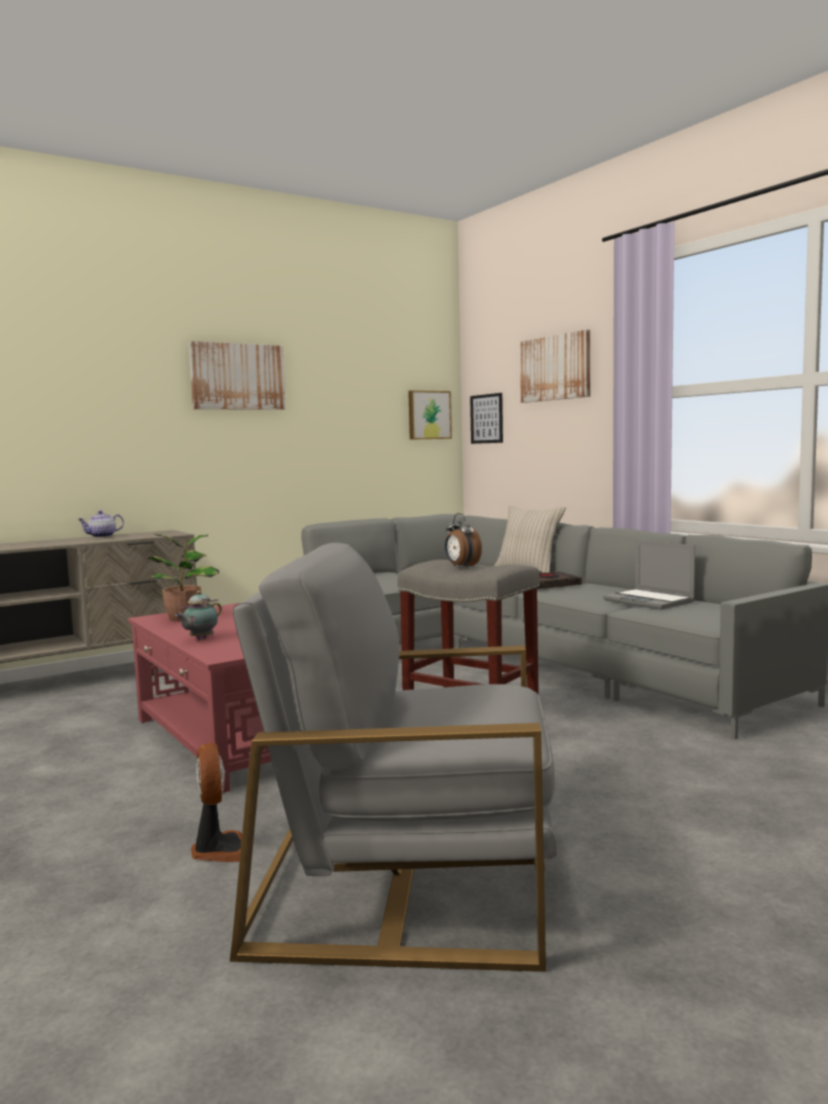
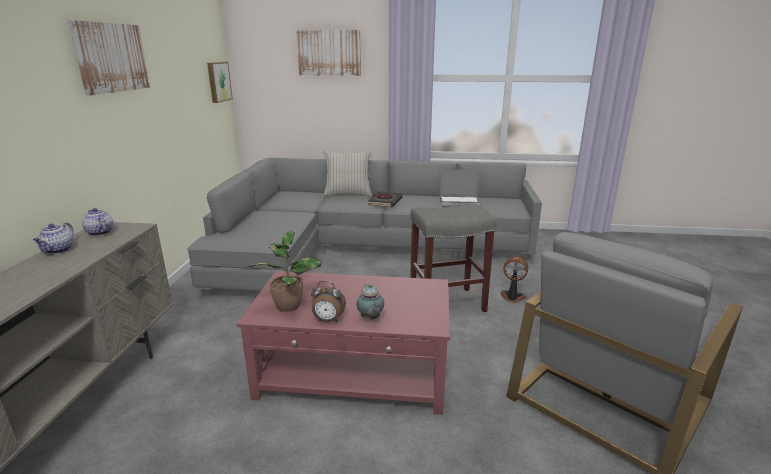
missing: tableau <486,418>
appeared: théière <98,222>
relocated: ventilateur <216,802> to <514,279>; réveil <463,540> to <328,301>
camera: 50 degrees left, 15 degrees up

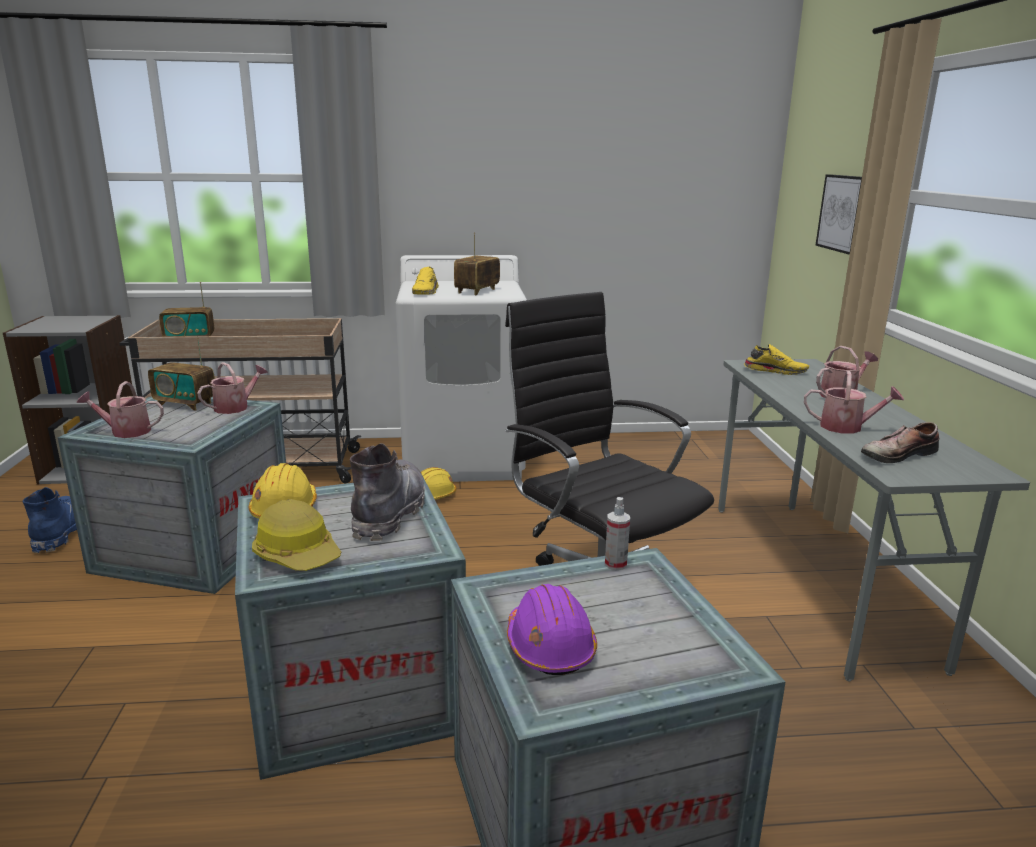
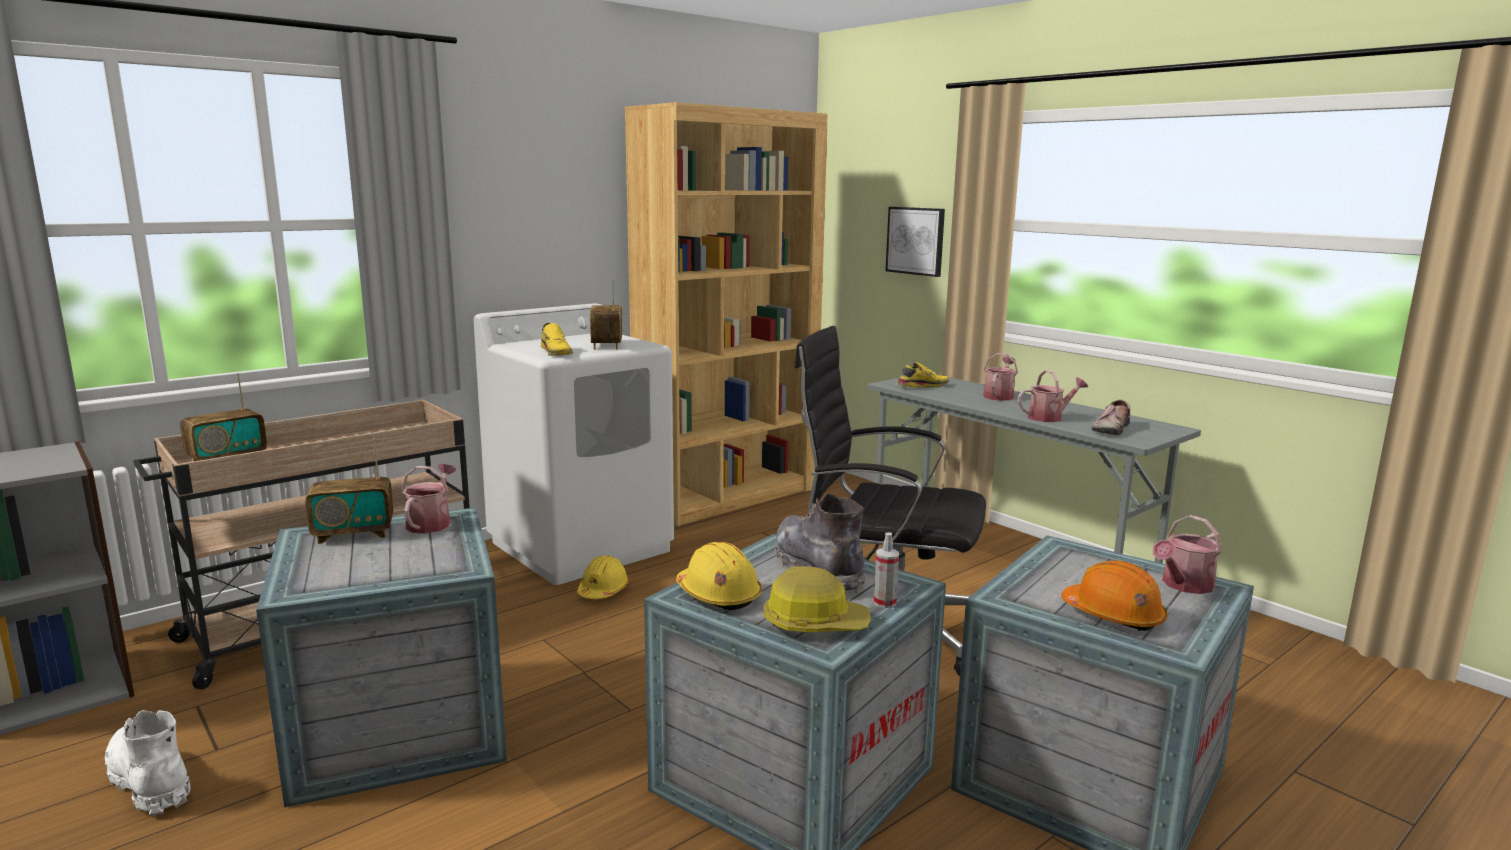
appeared: bibliothèque [marron] <726,314>
relocated: arrosoir <120,409> to <1187,554>; vaporisateur <617,533> to <886,570>
colour: botte [bleu] <50,520> to botte [blanc] <148,763>; casque de chantier [violet] <552,629> to casque de chantier [orange] <1114,595>
camera: 35 degrees left, 5 degrees down

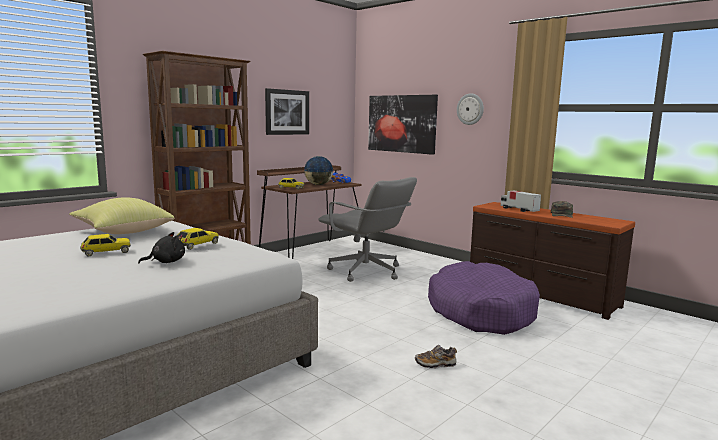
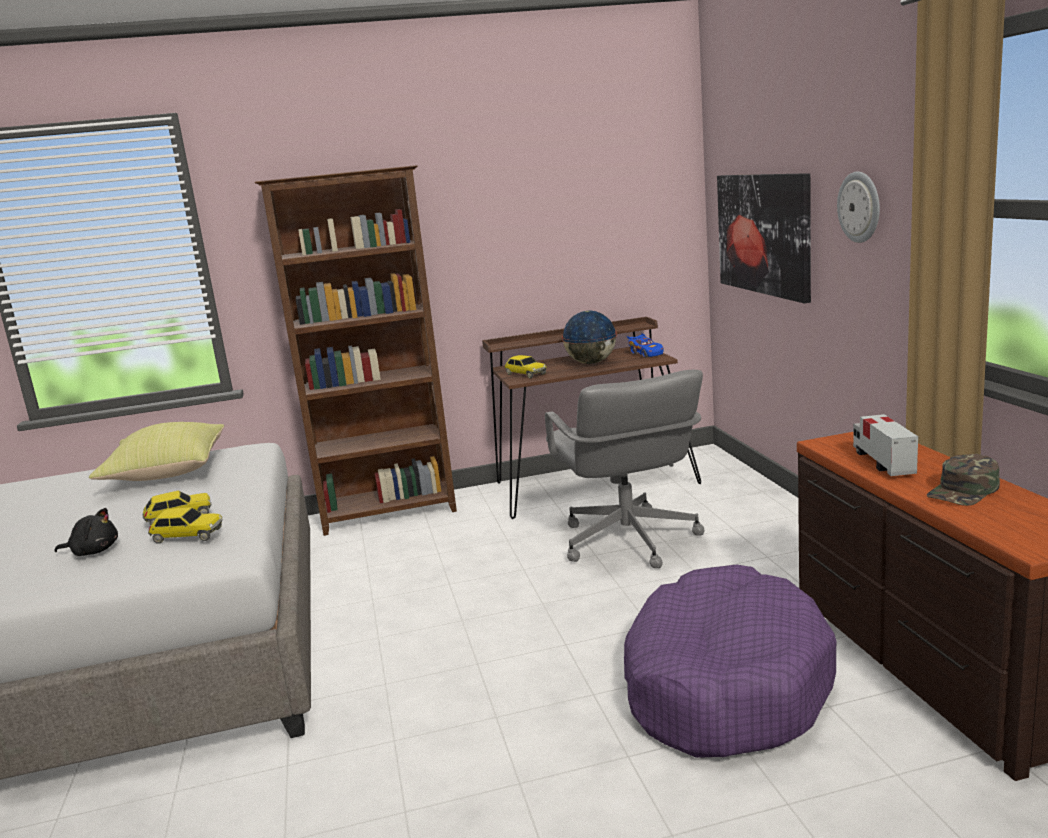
missing: tableau <287,111>; chaussure <436,357>
relocated: petite voiture <105,245> to <185,525>
camera: 35 degrees right, 5 degrees up

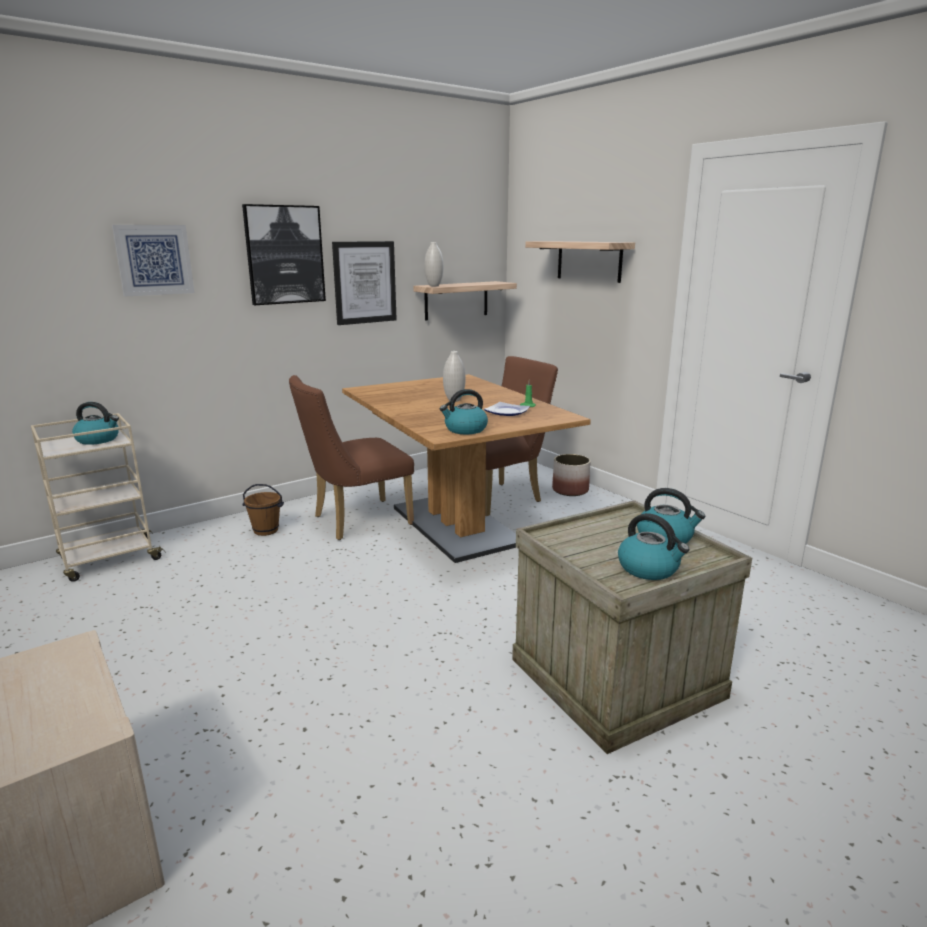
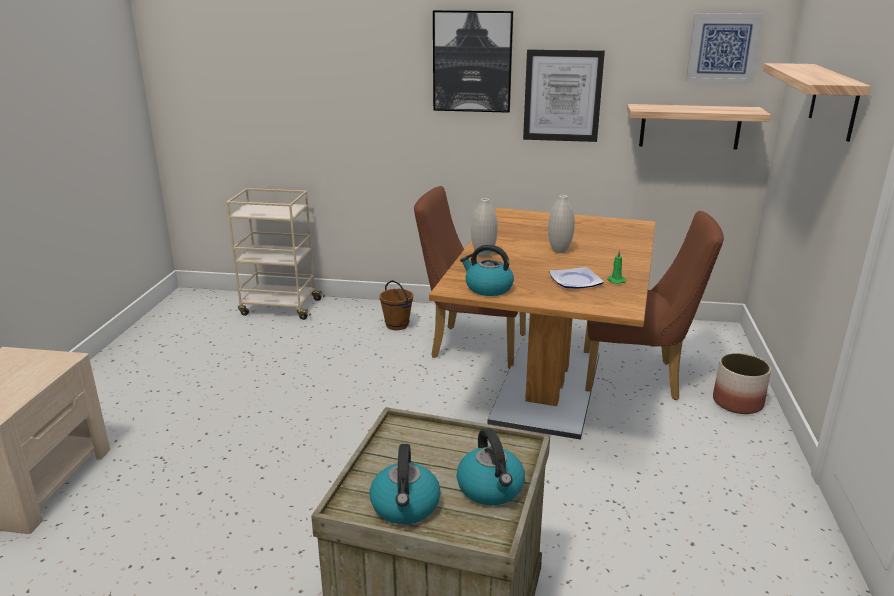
missing: bouilloire <95,423>
relocated: tableau <153,260> to <725,48>; vase [blanc] <433,264> to <484,227>
camera: 45 degrees right, 5 degrees up

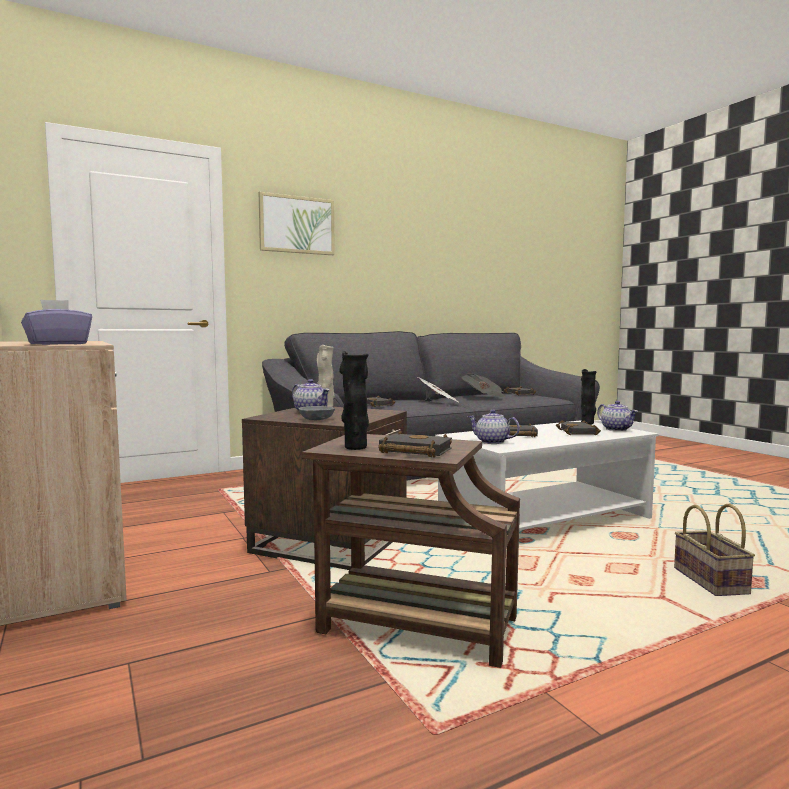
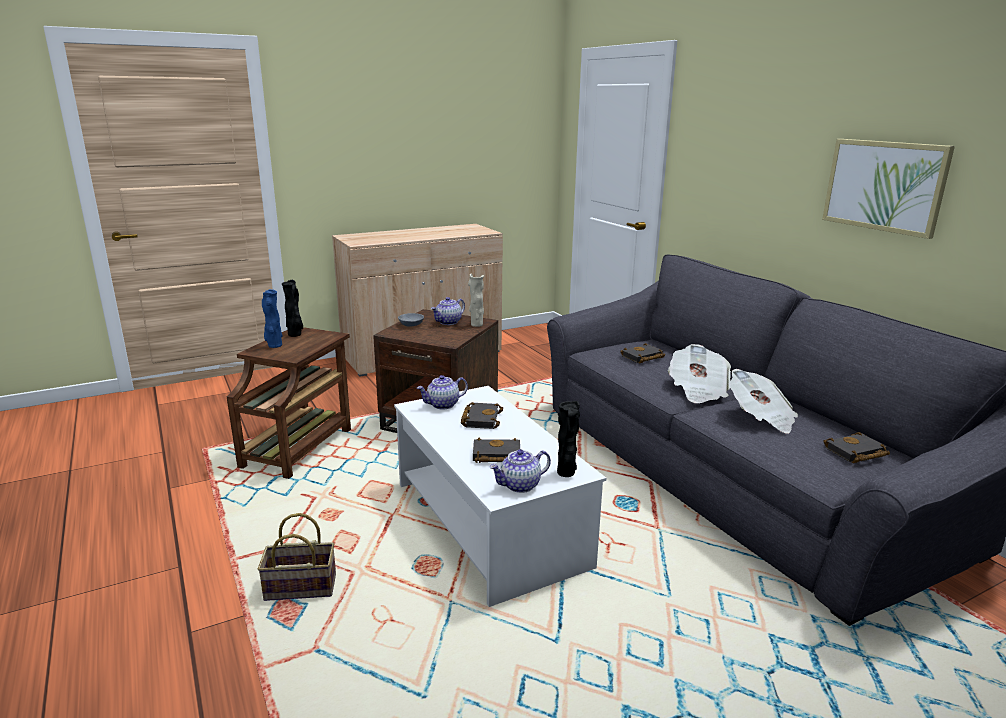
missing: boîte à mouchoirs [violet] <56,322>
relocated: tableau <297,223> to <888,189>
exchanged: livre [noir] <415,444> to vase [bleu] <272,318>
spun: théière <494,427> = <442,392> 150 degrees counterclockwise
camera: 90 degrees right, 15 degrees up

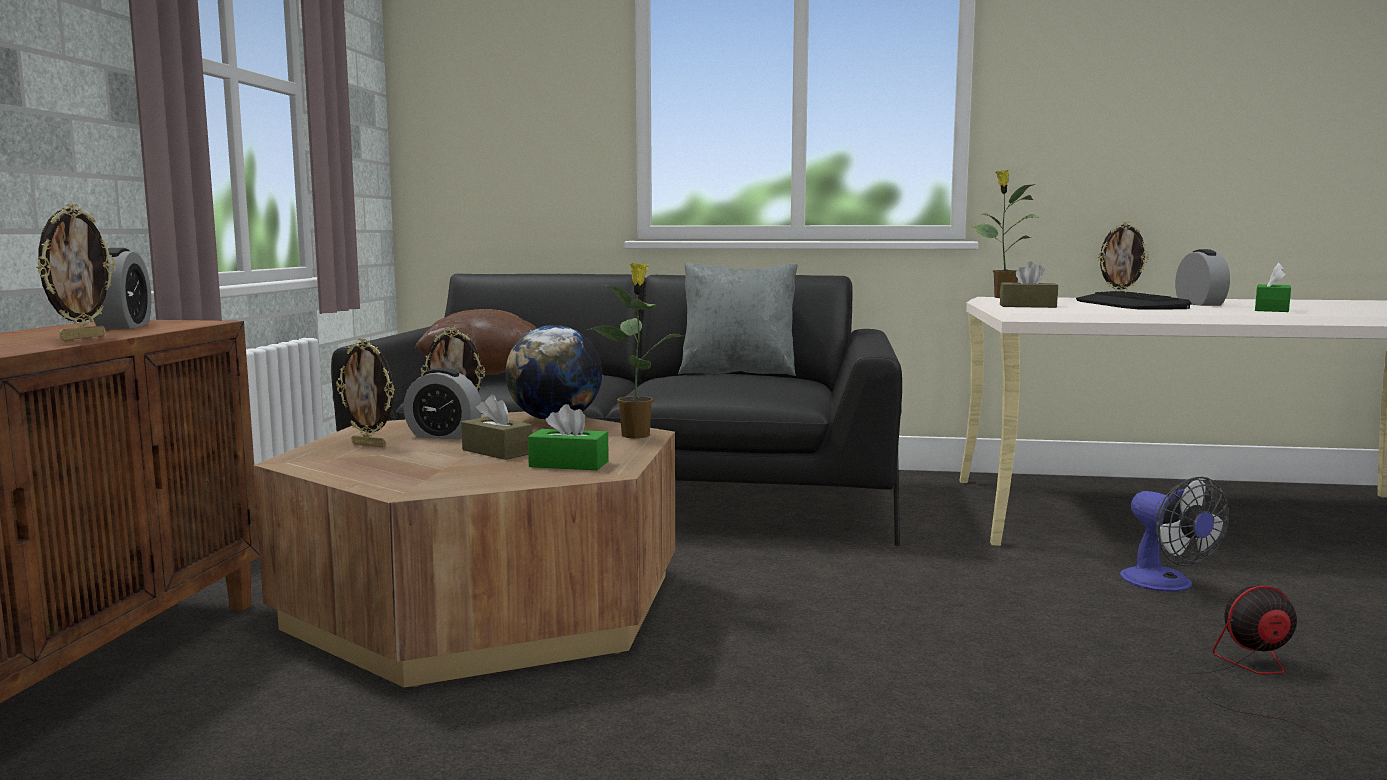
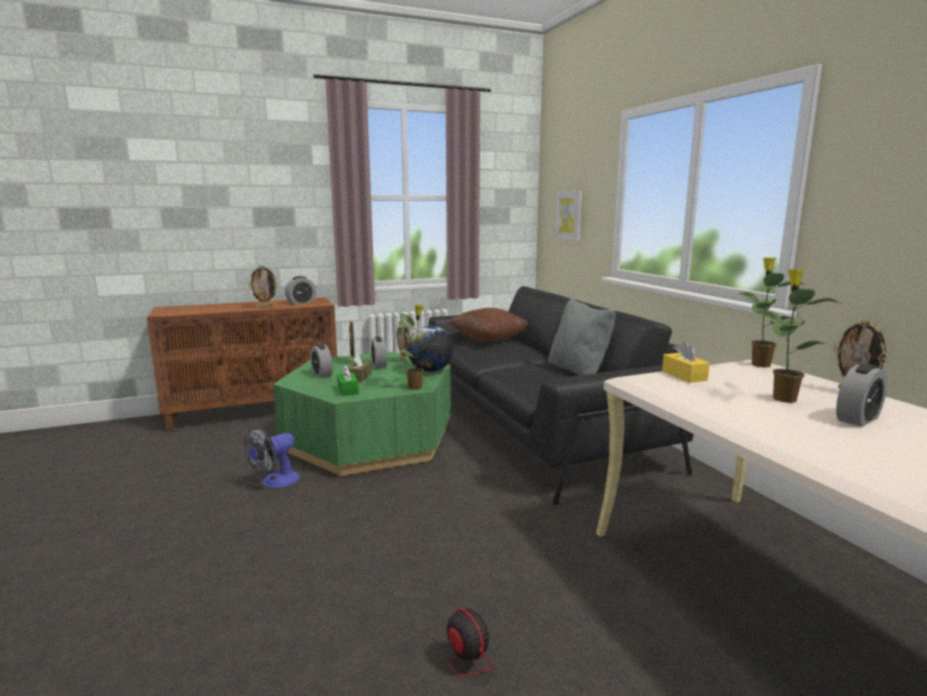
missing: boîte à mouchoirs [vert] <1273,287>
appeared: réveil <321,361>; tableau <568,216>
relocated: ventilateur <1174,534> to <272,458>
exchanged: clavier <1134,300> to plante en pot <798,336>
colour: table basse [marron] <464,549> to table basse [vert] <362,414>; boîte à mouchoirs [marron] <1029,284> to boîte à mouchoirs [jaune] <686,362>
camera: 60 degrees right, 5 degrees up

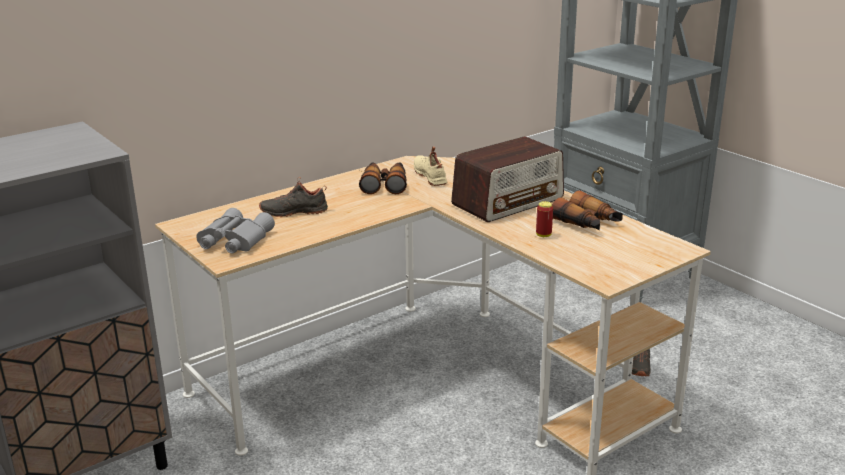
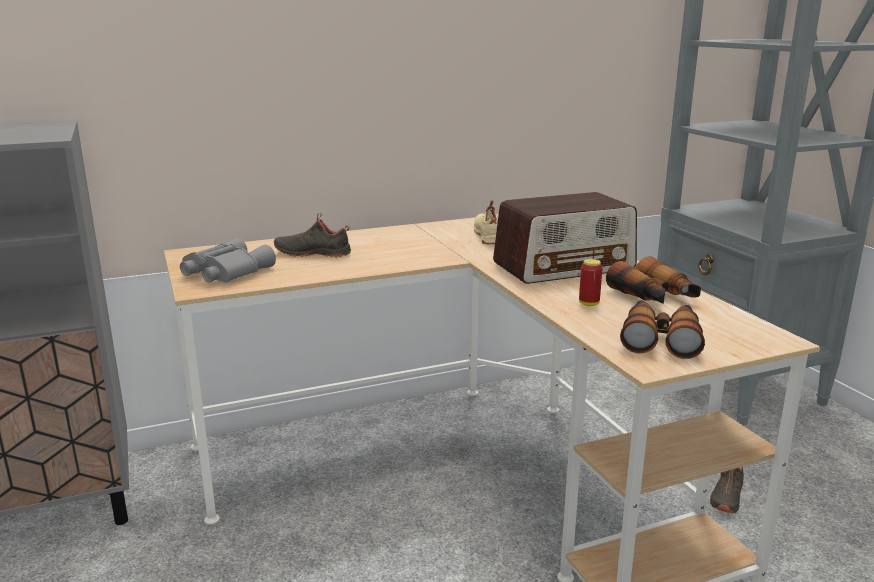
relocated: jumelles <383,178> to <662,329>
camera: 15 degrees right, 5 degrees down

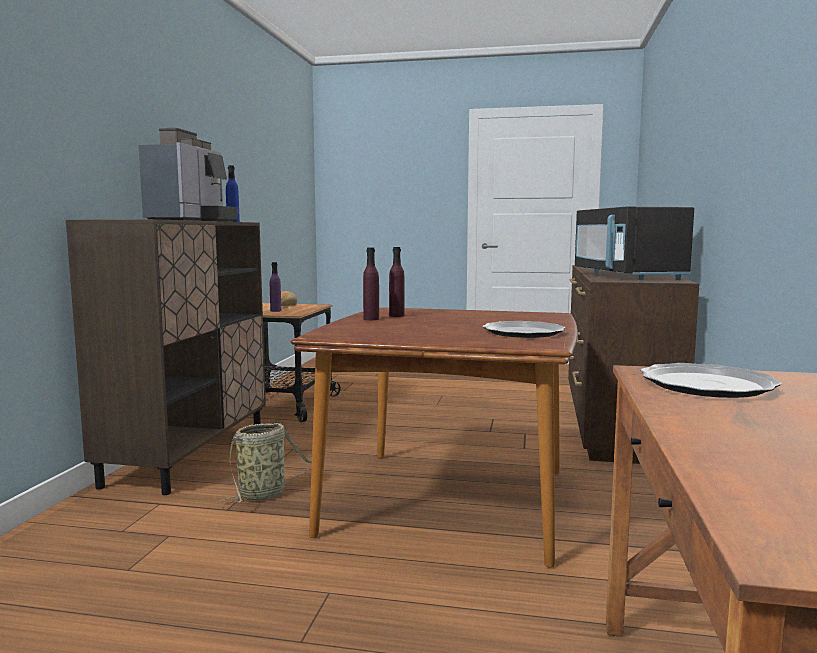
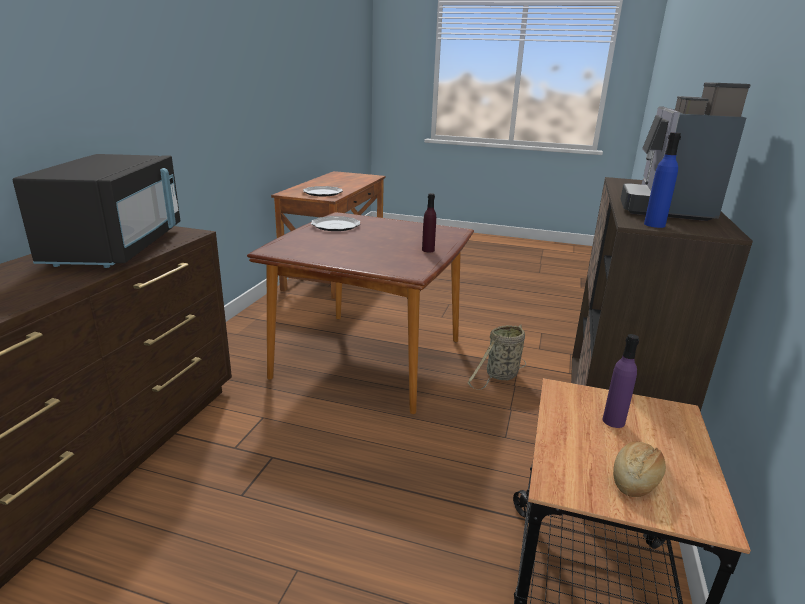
missing: bouteille [violet] <397,282>
camera: 175 degrees left, 15 degrees up

